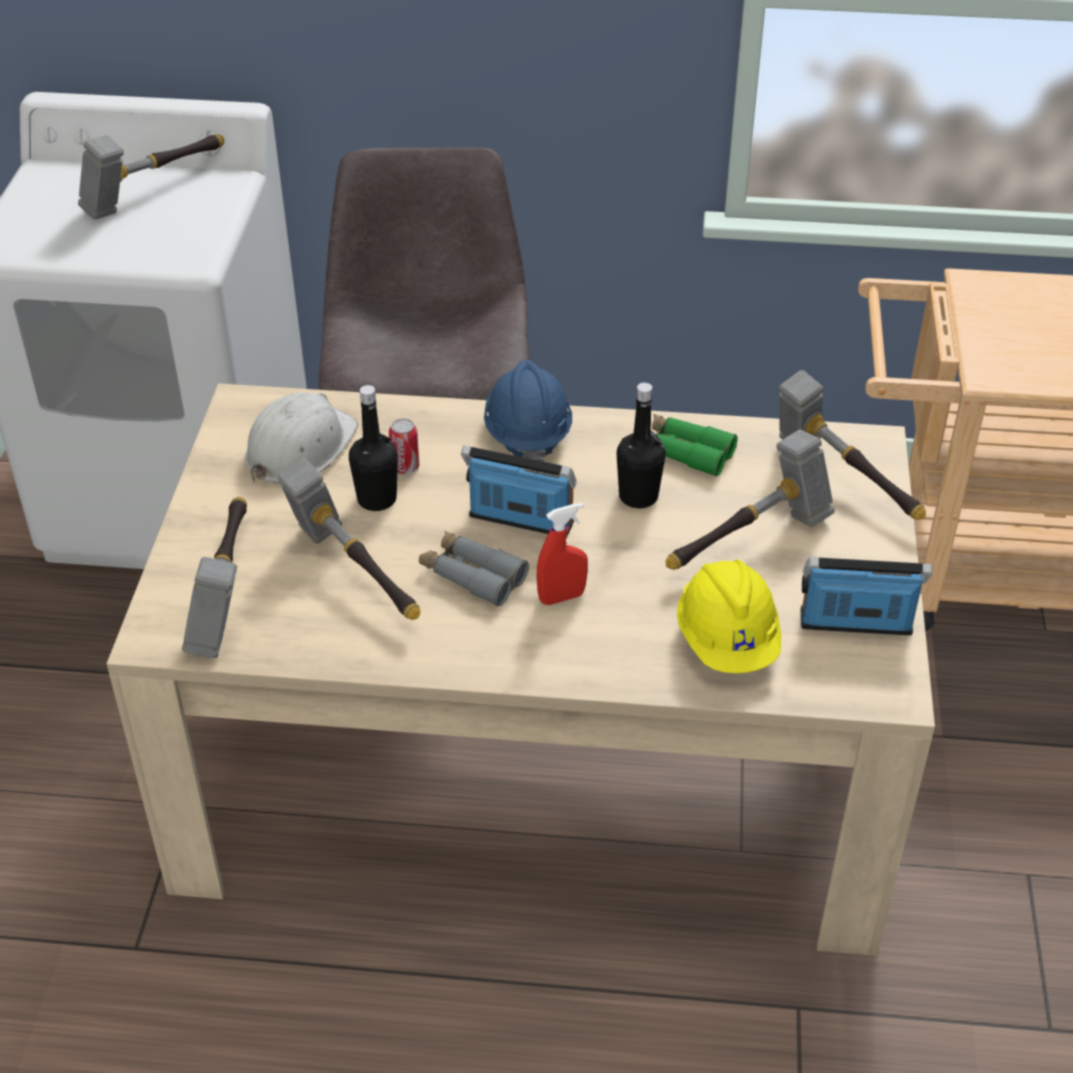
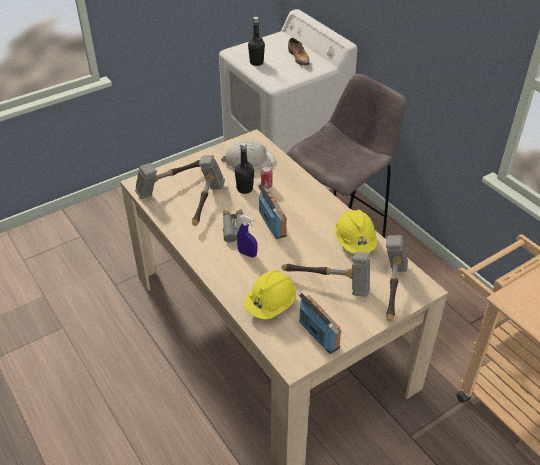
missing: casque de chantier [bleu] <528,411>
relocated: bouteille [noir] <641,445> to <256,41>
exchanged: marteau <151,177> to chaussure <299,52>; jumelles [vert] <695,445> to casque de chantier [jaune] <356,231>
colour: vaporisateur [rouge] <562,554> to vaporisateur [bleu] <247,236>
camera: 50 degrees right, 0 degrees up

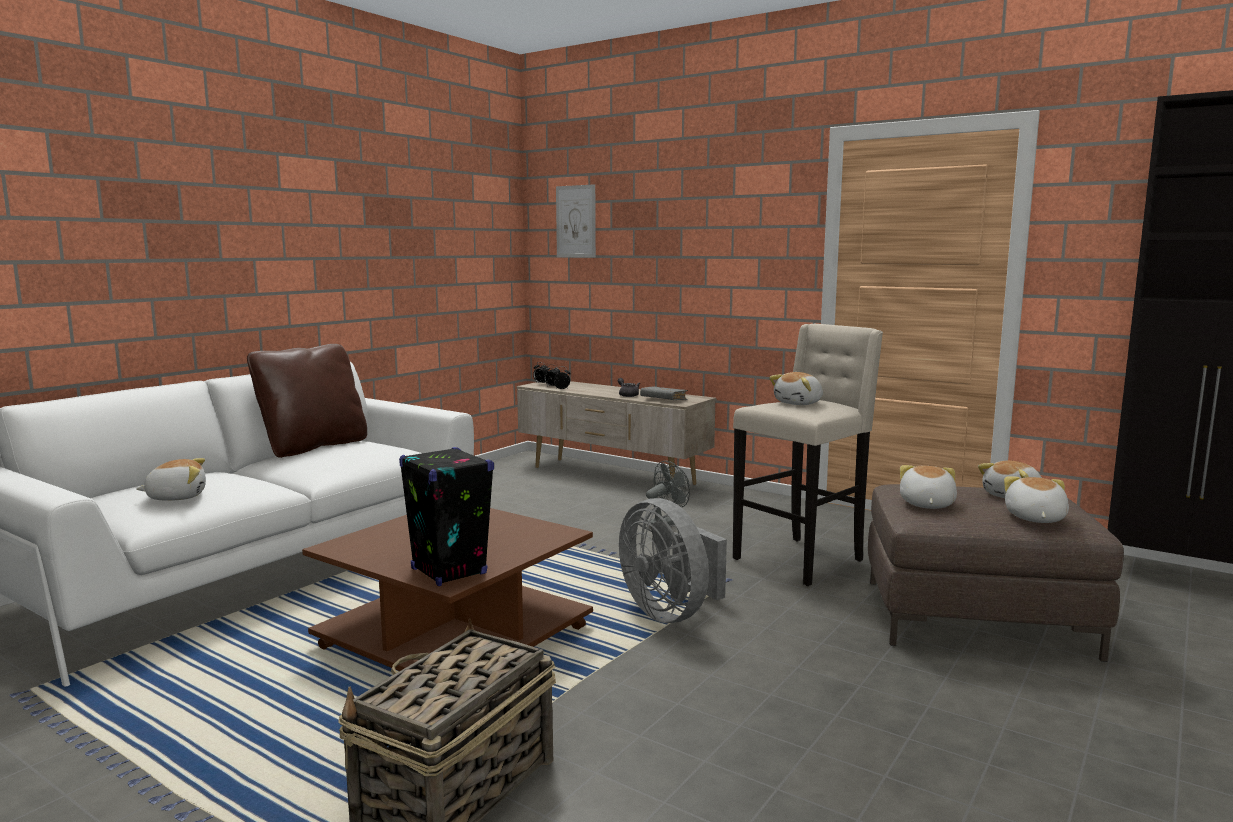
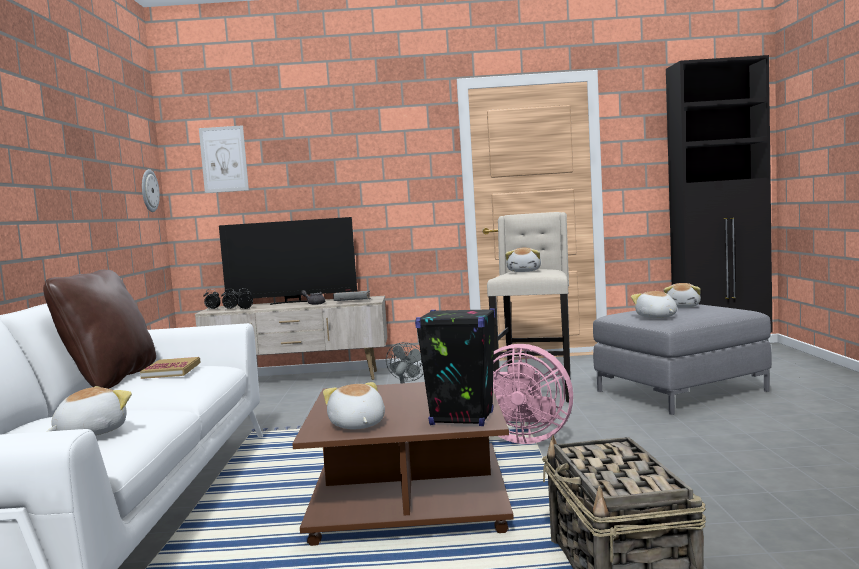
appeared: livre <170,368>; horloge murale <151,190>; téléviseur <288,261>
relocated: peluche <1036,499> to <354,405>
colour: ventilateur [gris] <673,560> to ventilateur [rose] <533,394>; pouf [marron] <996,573> to pouf [gris] <682,359>
camera: 35 degrees left, 5 degrees down

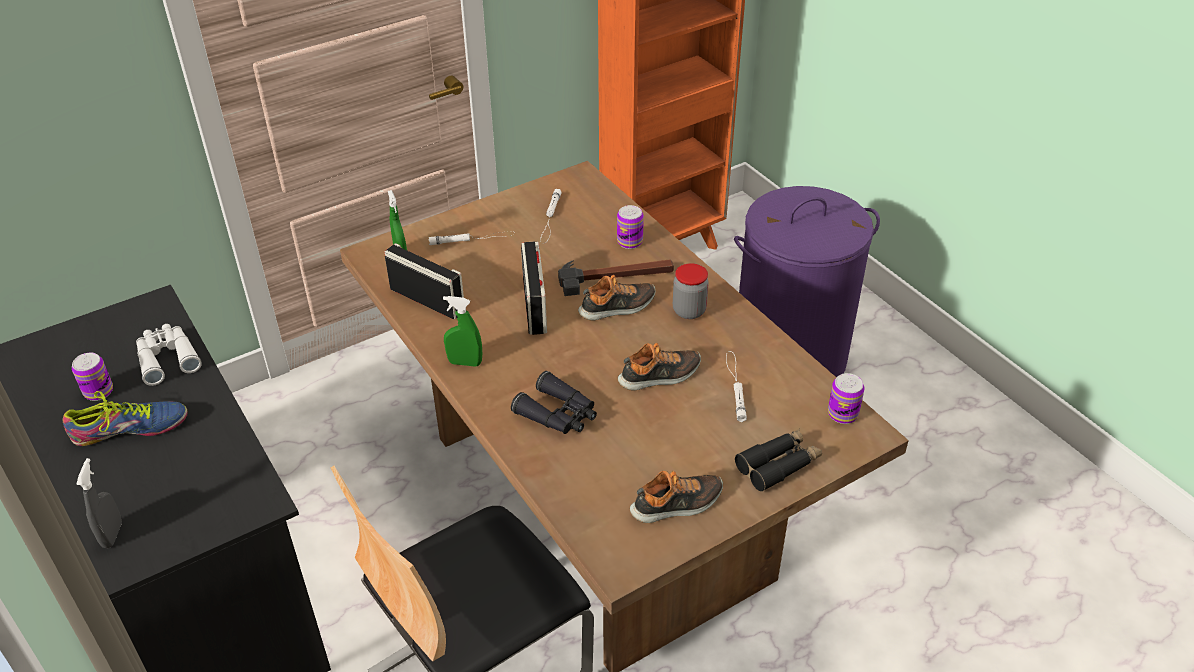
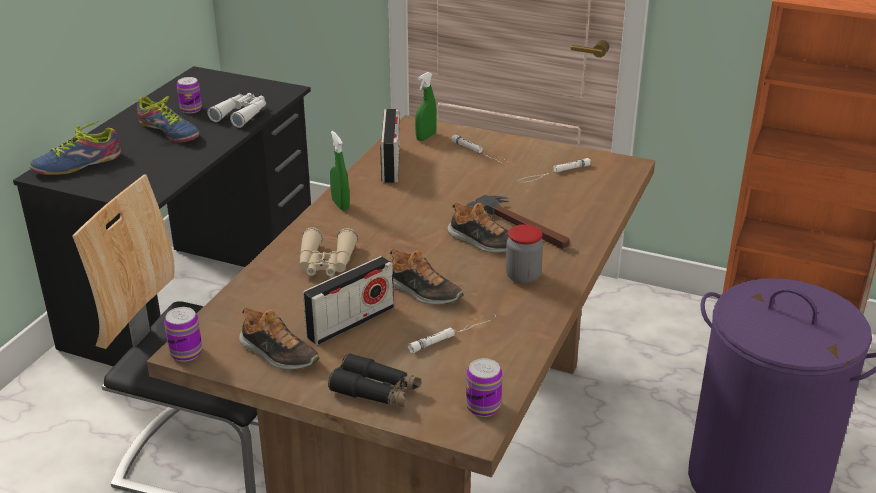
relocated: radio <534,288> to <348,300>; boîte métallique <630,227> to <183,334>
exchanged: vaporisateur [gris] <99,503> to chaussure <75,147>
colour: jumelles [noir] <554,402> to jumelles [beige] <328,251>
camera: 55 degrees right, 10 degrees down

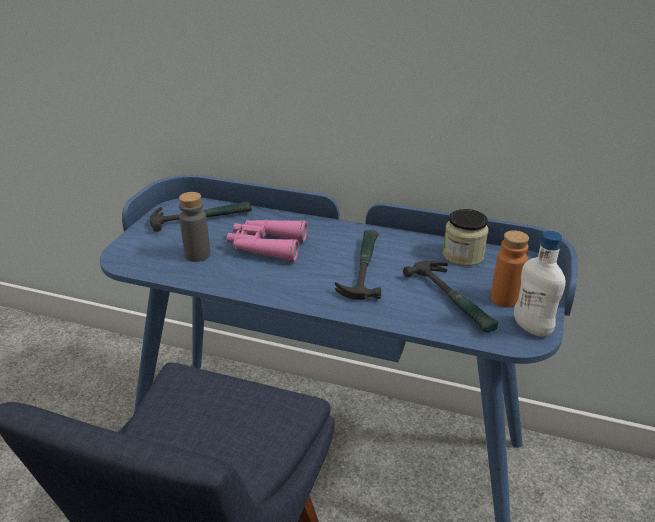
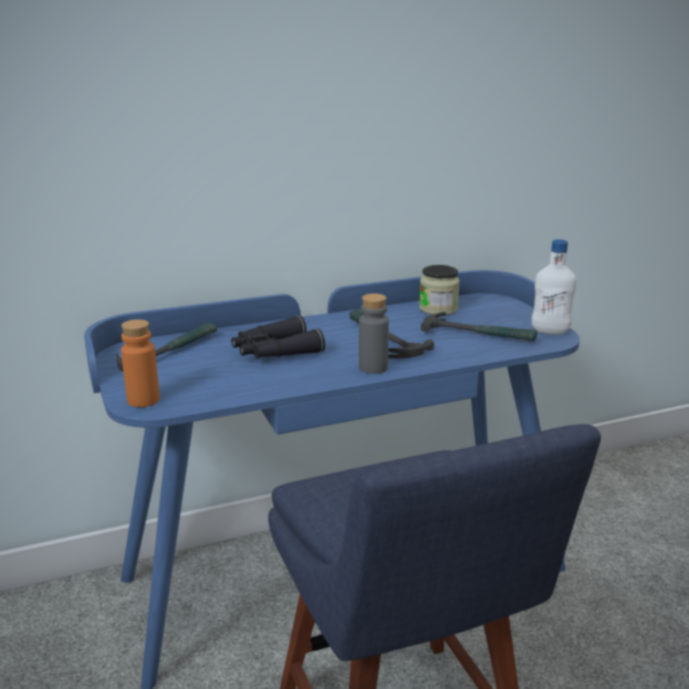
relocated: bouteille [gris] <195,227> to <374,333>; bouteille [orange] <509,268> to <140,363>
colour: jumelles [rose] <267,240> to jumelles [noir] <278,337>
camera: 40 degrees left, 10 degrees down

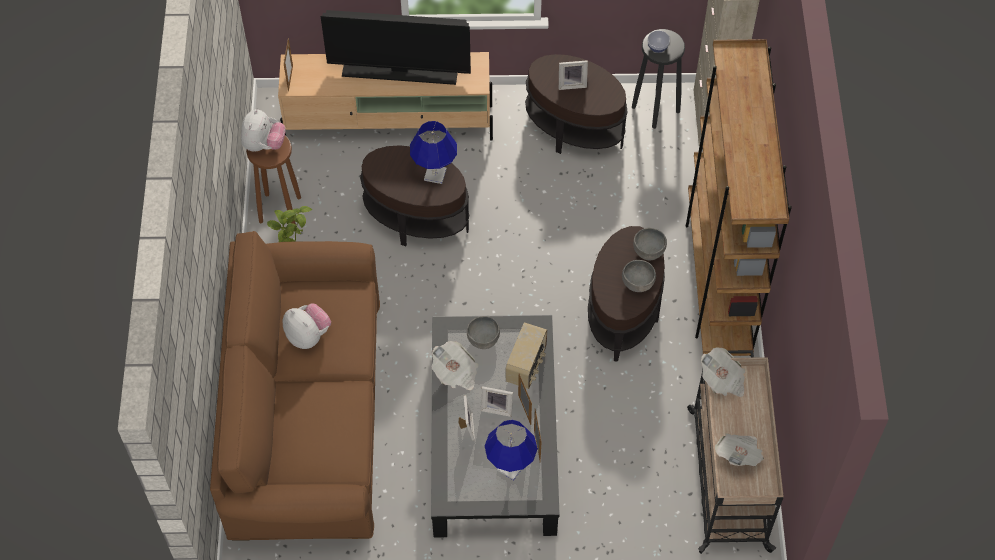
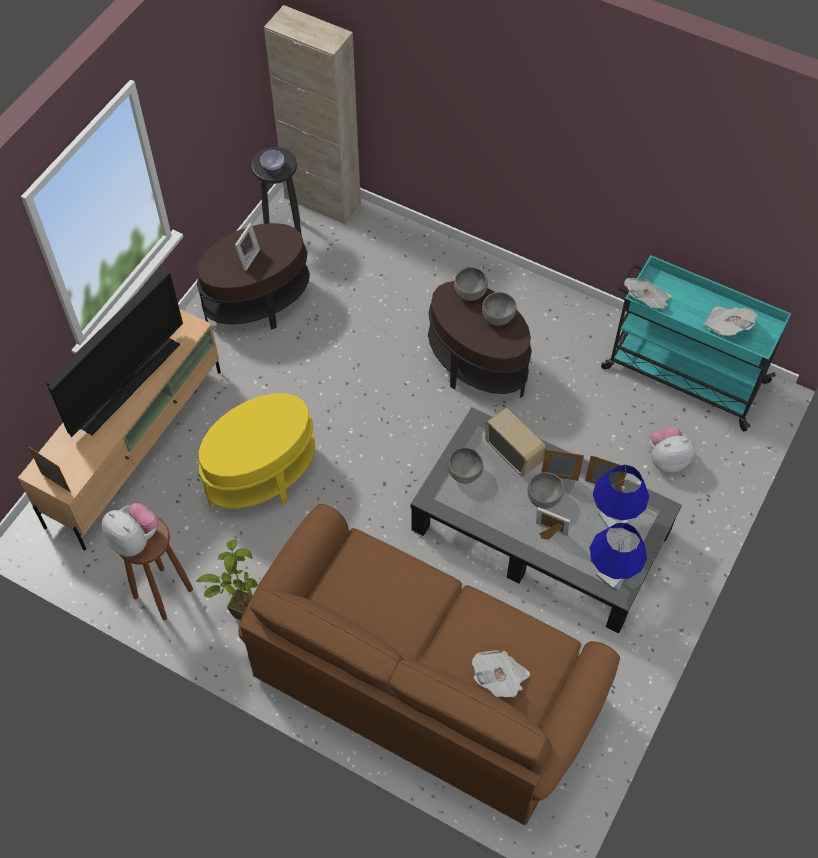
missing: bibliothèque [marron] <739,197>
relocated: peluche <307,326> to <672,450>; lampe de table [bleu] <433,152> to <618,556>; journal <455,365> to <501,674>
exchanged: cadre photo <497,401> to bol [gris] <545,490>
colour: table d'appoint [marron] <414,195> to table d'appoint [jaune] <257,451>; chariot [beige] <735,452> to chariot [turquoise] <696,343>
camera: 60 degrees left, 0 degrees up

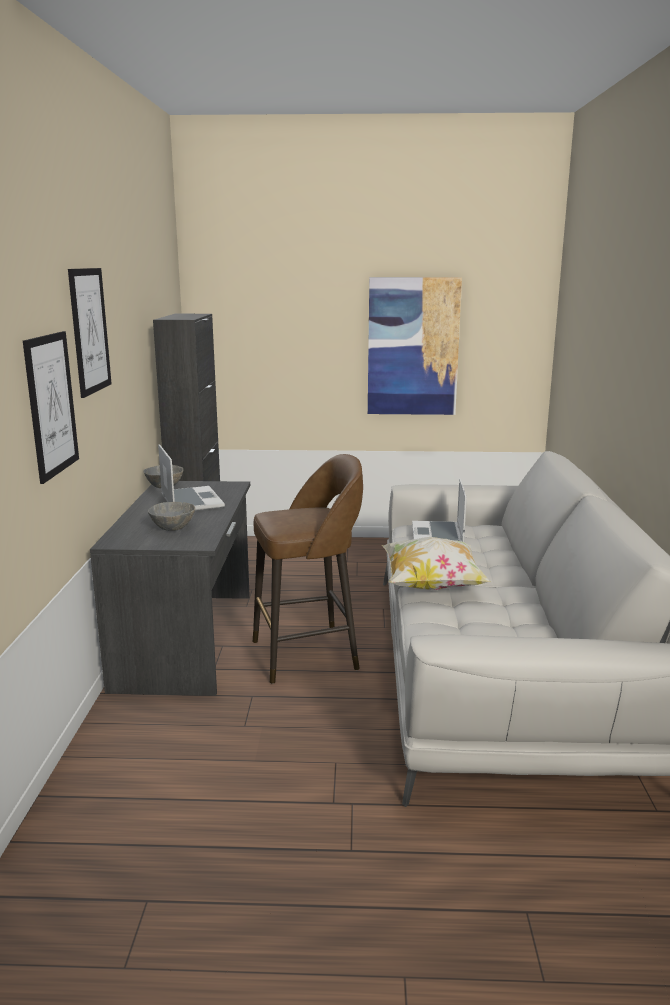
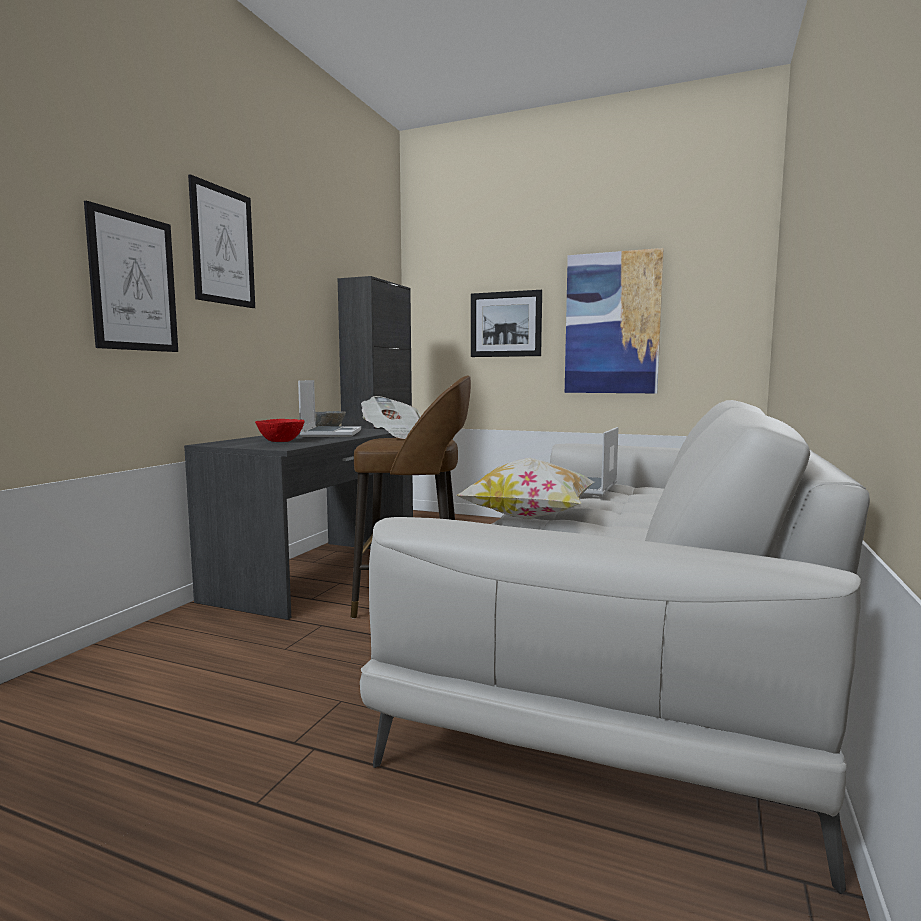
appeared: journal <391,417>; tableau <506,323>
colour: bol [gris] <171,516> to bol [rouge] <280,430>
camera: 20 degrees right, 10 degrees down

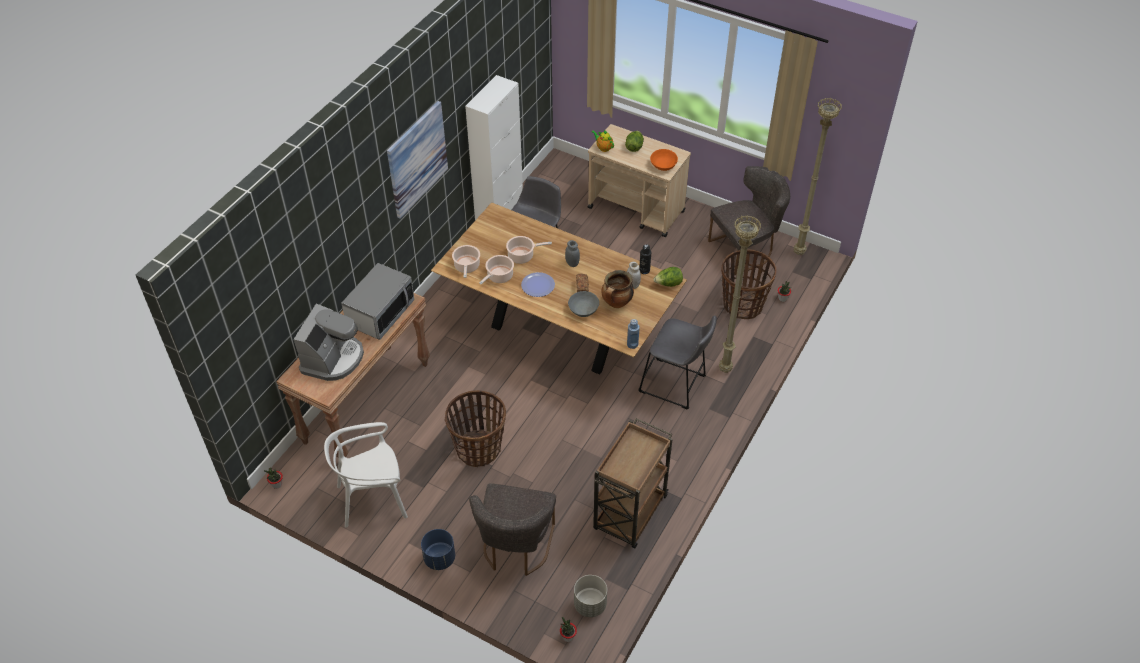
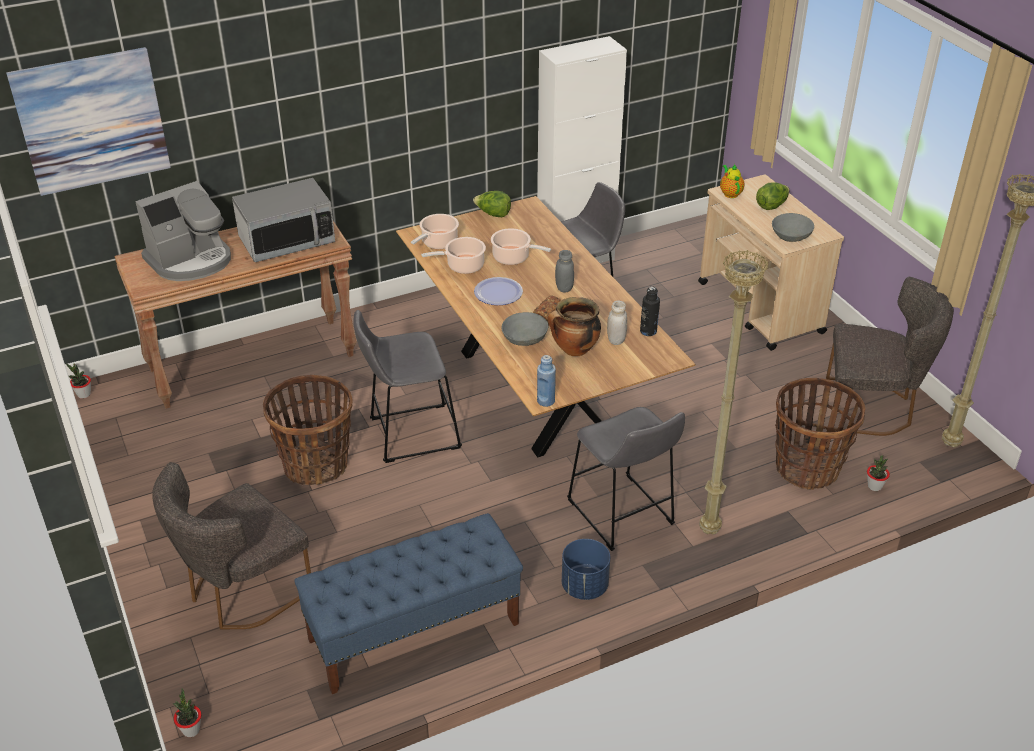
missing: chaise [blanc] <366,474>; cache-pot [gris] <590,596>
appeared: tabouret [gris] <407,386>
relocated: tableau <417,160> to <88,121>; cache-pot [bleu] <438,549> to <586,569>; laitue <668,277> to <492,204>
exchanged: chariot [marron] <632,483> to banc [bleu] <408,603>
colour: bol [orange] <664,160> to bol [gris] <793,227>
camera: 35 degrees right, 10 degrees down

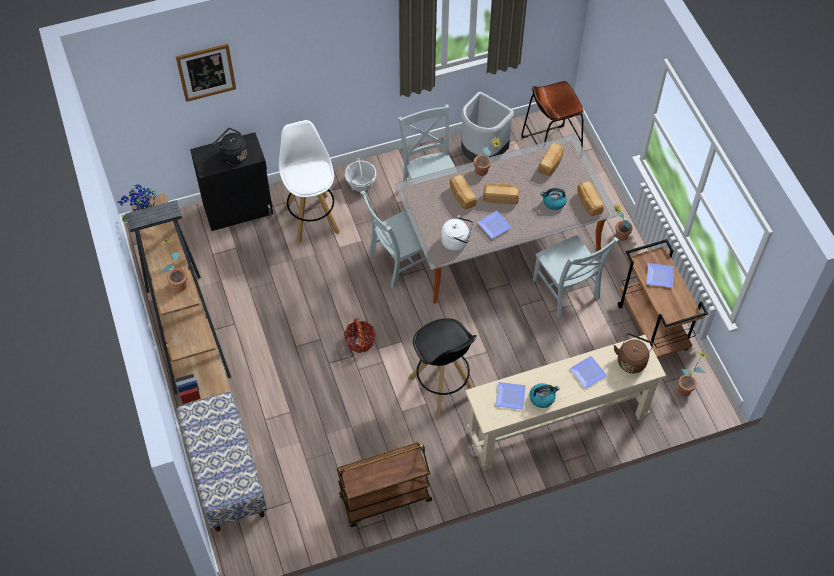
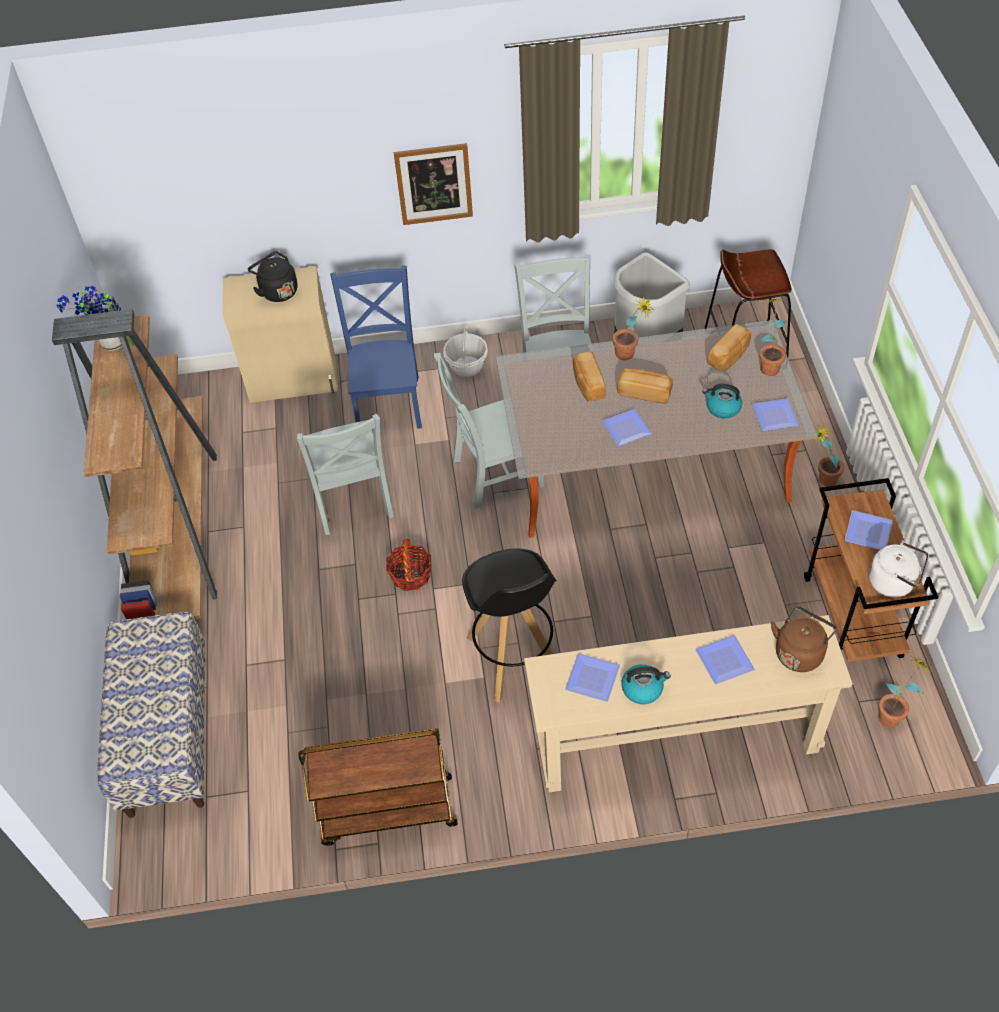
relocated: plante en pot <173,265> to <773,337>; tableau <206,73> to <433,184>; bouilloire [blanc] <457,233> to <899,569>; chaise [gris] <576,276> to <345,474>
exchanged: tabouret [blanc] <309,182> to chaise [bleu] <376,347>; pain <590,198> to assiette <775,414>
colour: meuble de rangement [noir] <231,181> to meuble de rangement [beige] <280,334>
camera: 15 degrees right, 5 degrees down

